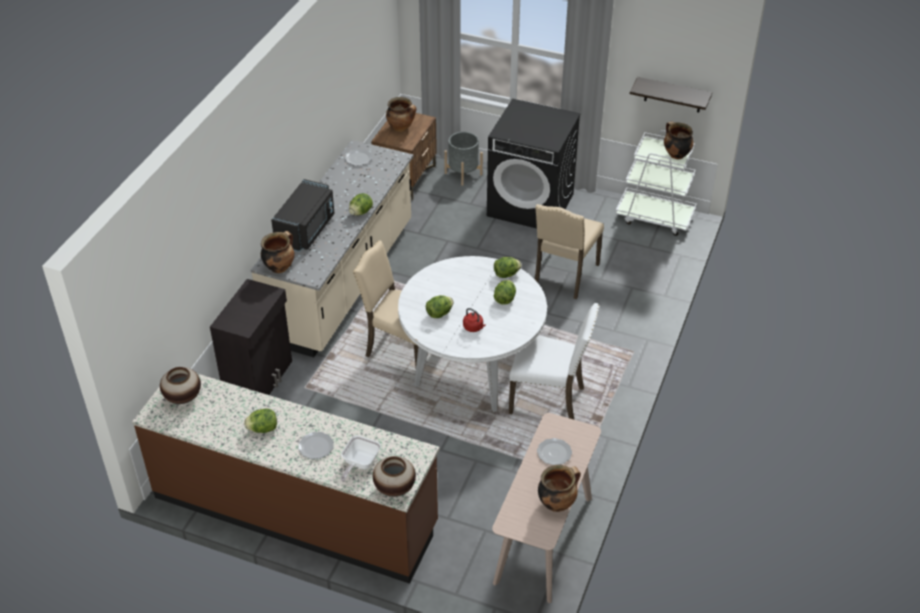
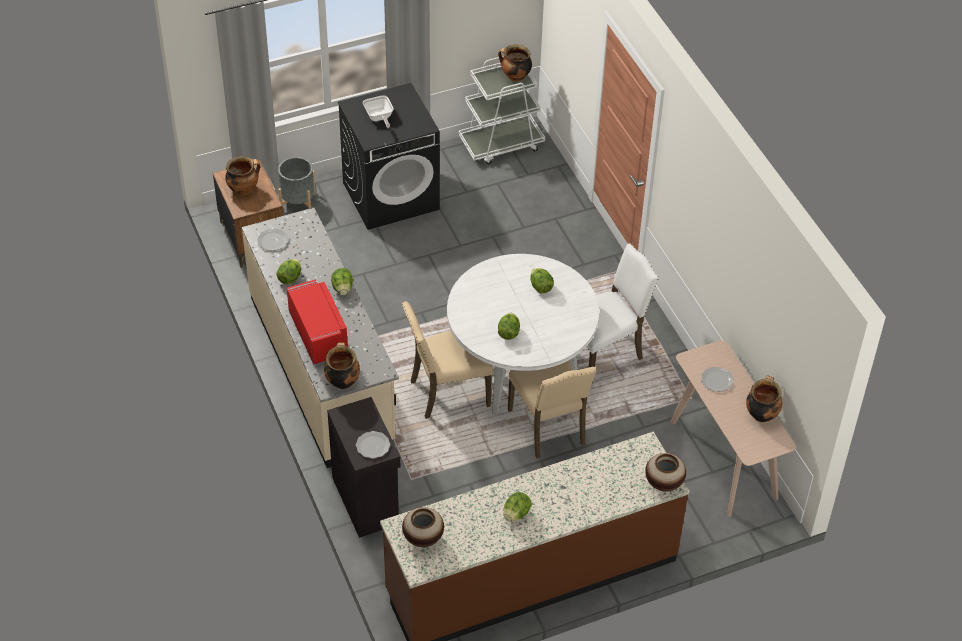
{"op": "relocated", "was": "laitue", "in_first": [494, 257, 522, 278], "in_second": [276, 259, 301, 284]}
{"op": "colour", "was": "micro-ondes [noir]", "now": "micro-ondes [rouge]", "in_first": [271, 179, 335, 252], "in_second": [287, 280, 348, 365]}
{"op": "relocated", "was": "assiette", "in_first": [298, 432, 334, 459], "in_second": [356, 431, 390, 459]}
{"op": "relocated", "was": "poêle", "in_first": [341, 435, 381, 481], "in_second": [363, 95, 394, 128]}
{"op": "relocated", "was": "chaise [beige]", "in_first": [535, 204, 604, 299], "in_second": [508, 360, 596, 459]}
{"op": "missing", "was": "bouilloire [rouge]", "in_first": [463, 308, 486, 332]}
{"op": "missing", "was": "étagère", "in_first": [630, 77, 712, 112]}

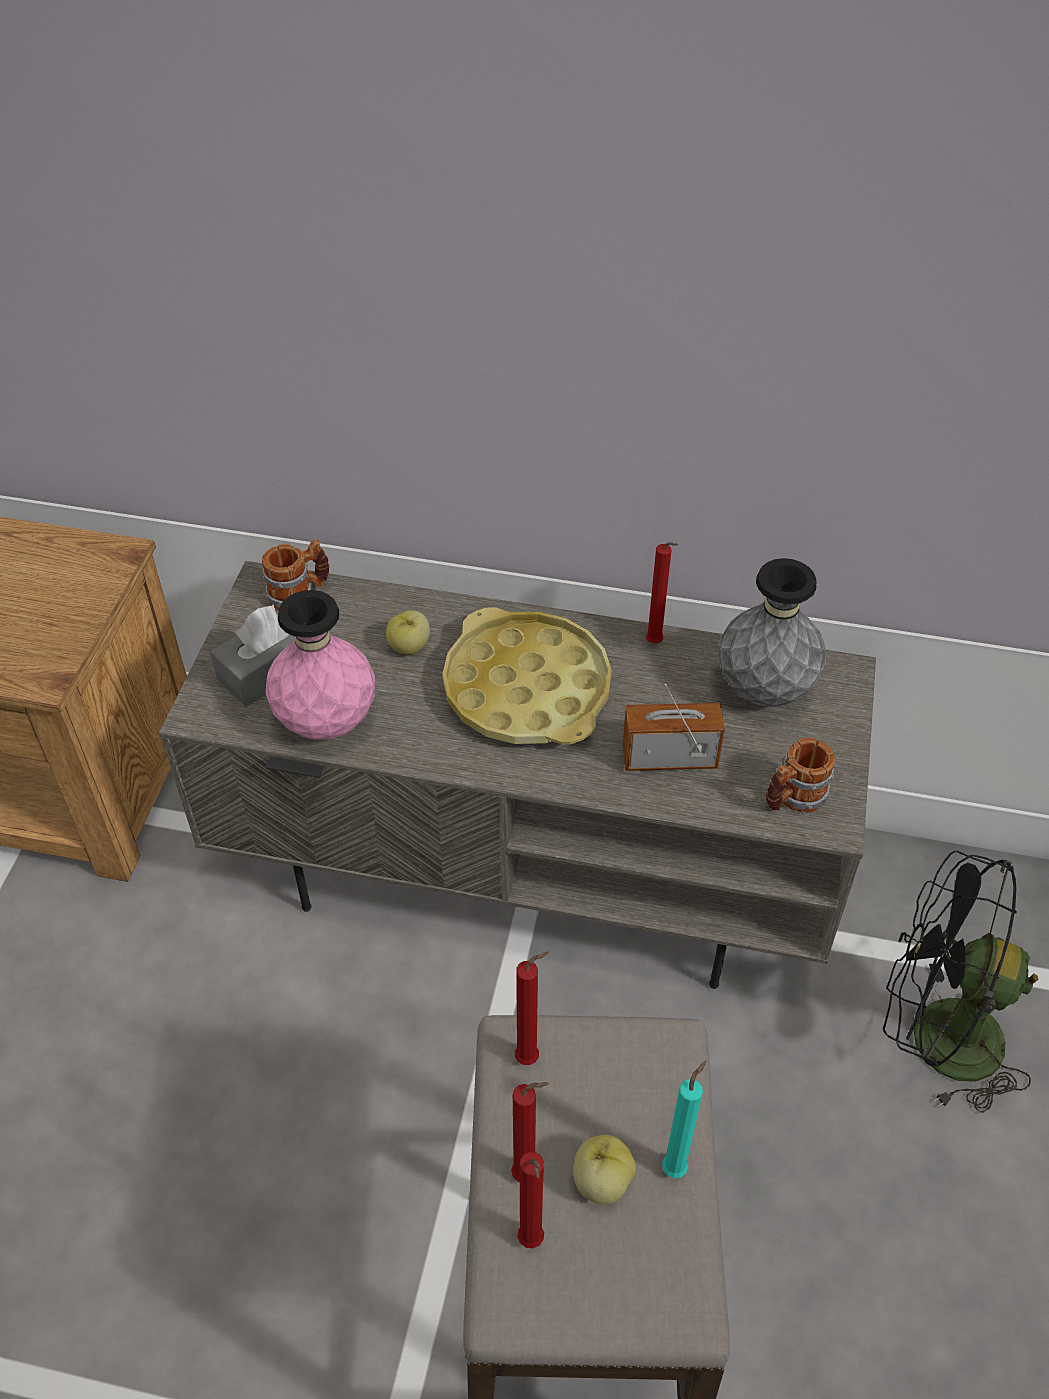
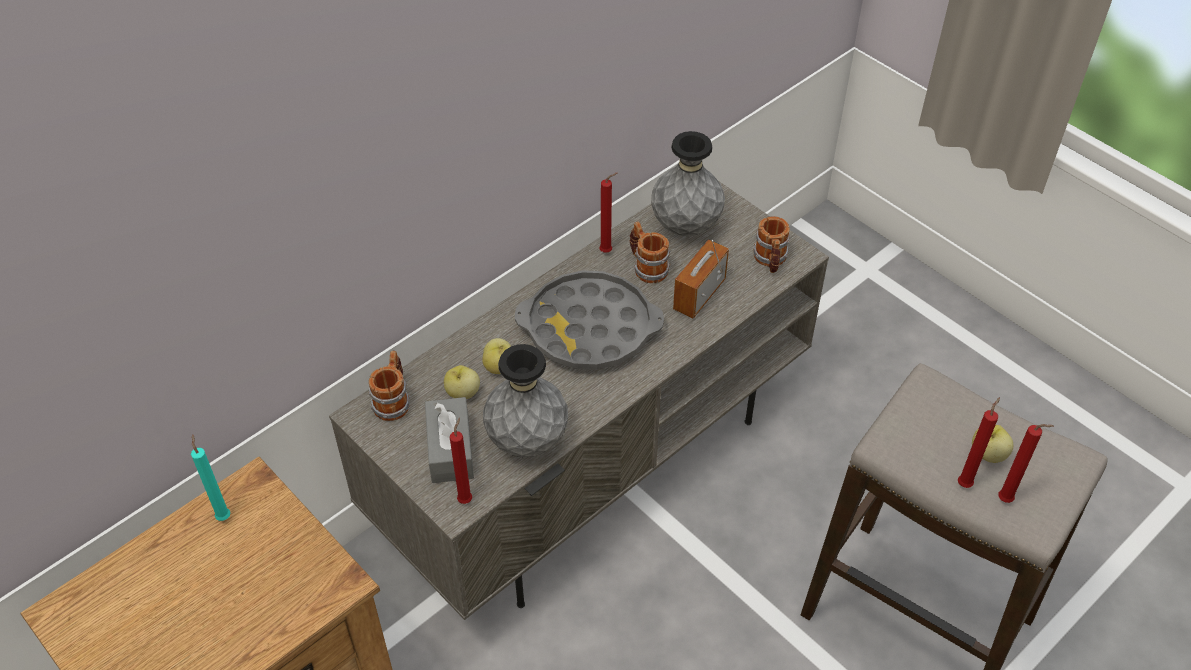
{"op": "relocated", "was": "bougie [turquoise]", "in_first": [662, 1061, 706, 1178], "in_second": [191, 434, 231, 521]}
{"op": "appeared", "now": "pomme", "in_second": [444, 365, 480, 399]}
{"op": "relocated", "was": "bougie [rouge]", "in_first": [515, 952, 549, 1065], "in_second": [450, 418, 472, 504]}
{"op": "colour", "was": "vase [rose]", "now": "vase [gris]", "in_first": [266, 590, 375, 740], "in_second": [483, 344, 568, 457]}
{"op": "colour", "was": "plateau [jaune]", "now": "plateau [gris]", "in_first": [442, 607, 612, 745], "in_second": [515, 270, 664, 370]}
{"op": "appeared", "now": "mug", "in_second": [630, 221, 670, 283]}
{"op": "missing", "was": "ventilateur [noir]", "in_first": [883, 850, 1038, 1113]}

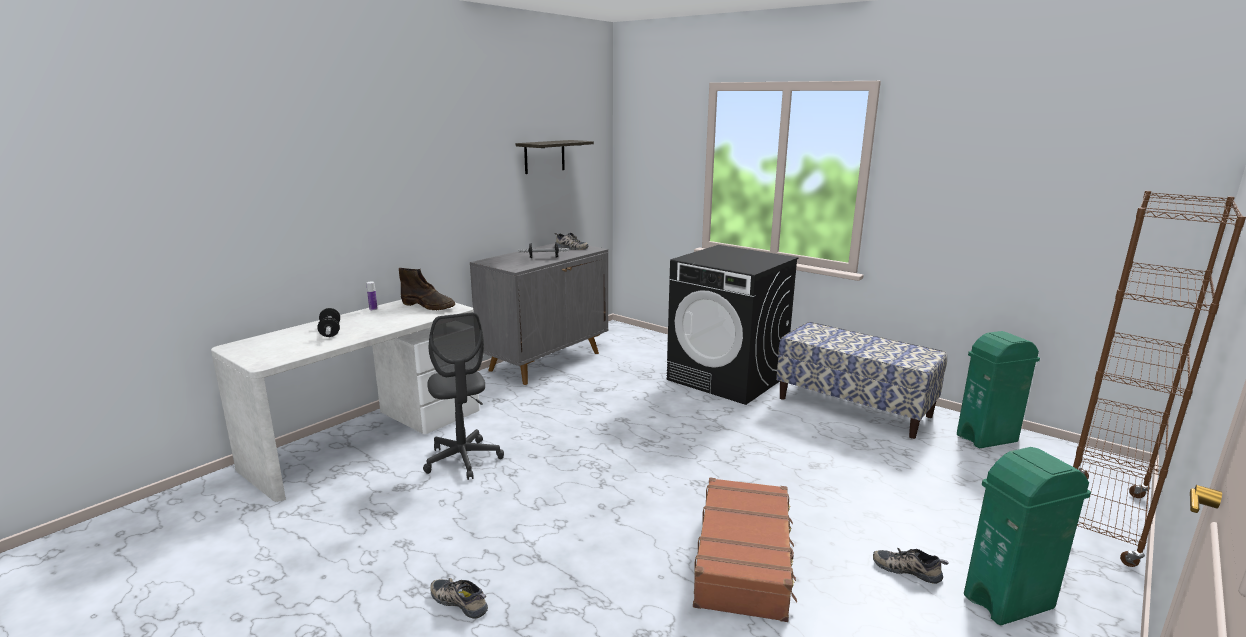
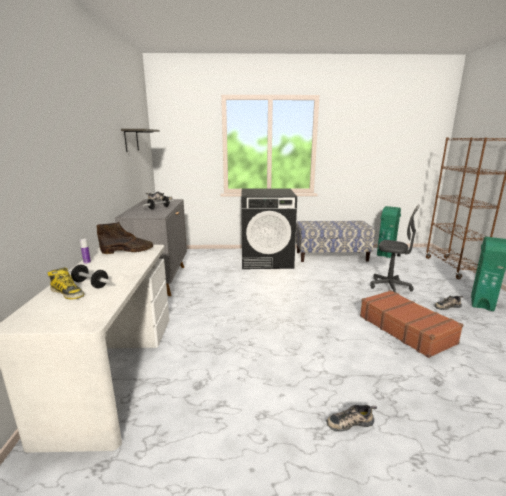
{"op": "appeared", "now": "botte", "in_second": [47, 267, 84, 299]}
{"op": "relocated", "was": "chaise de bureau [gris]", "in_first": [423, 312, 504, 480], "in_second": [370, 204, 420, 293]}

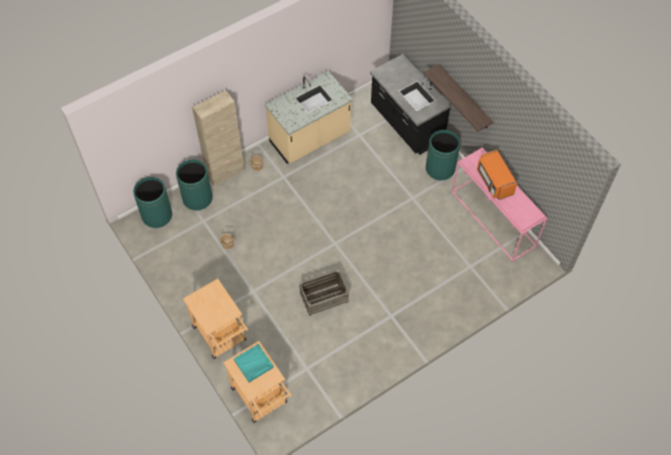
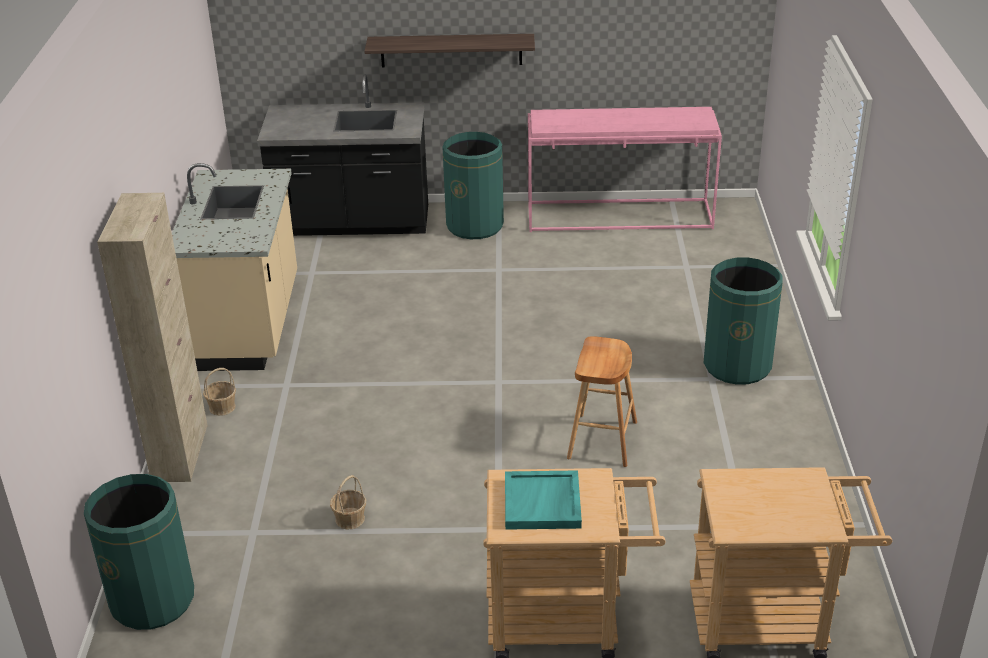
{"op": "relocated", "was": "plateau [turquoise]", "in_first": [234, 344, 274, 382], "in_second": [505, 470, 582, 530]}
{"op": "exchanged", "was": "caisse", "now": "tabouret [marron]", "in_first": [299, 270, 349, 316], "in_second": [567, 336, 637, 467]}
{"op": "relocated", "was": "poubelle [vert]", "in_first": [176, 159, 213, 211], "in_second": [704, 257, 783, 385]}
{"op": "missing", "was": "micro-ondes [orange]", "in_first": [477, 150, 517, 200]}

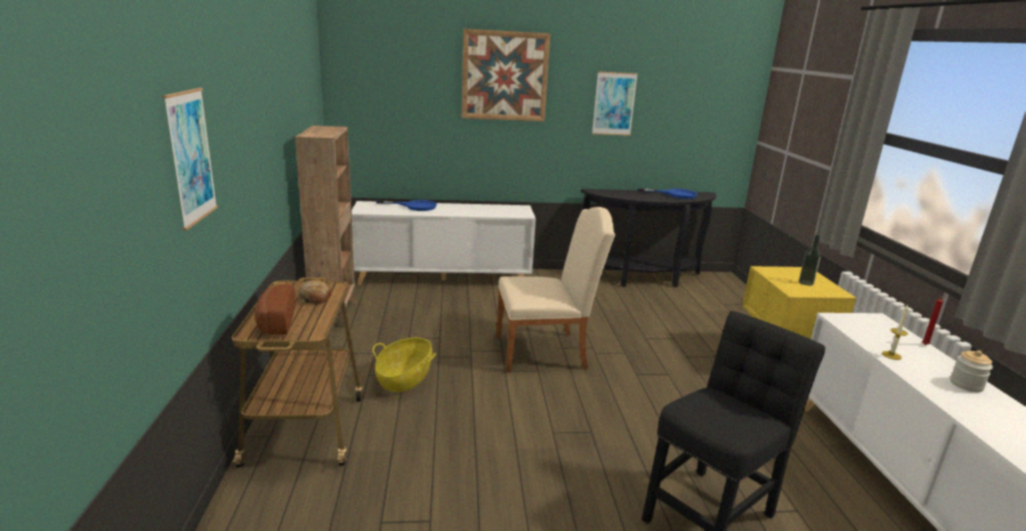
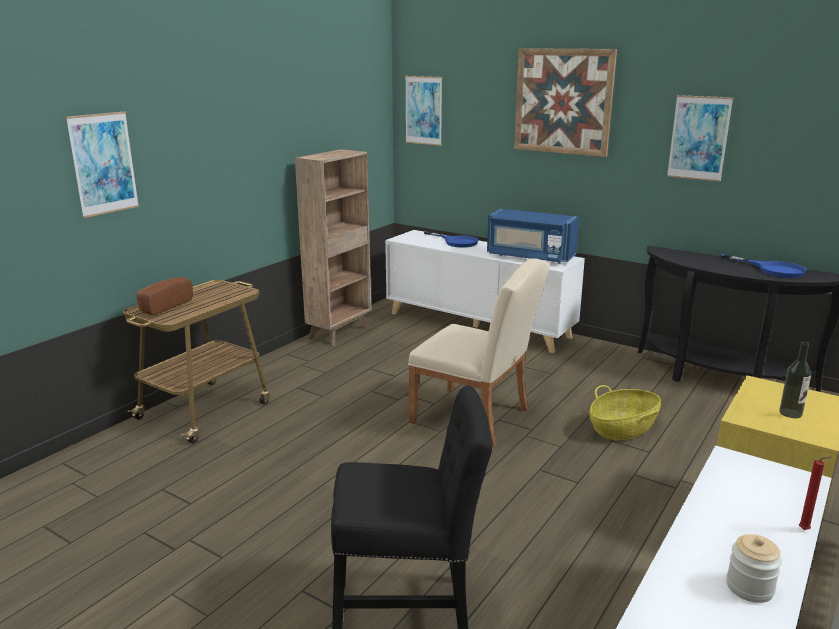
{"op": "appeared", "now": "tableau", "in_second": [405, 76, 442, 146]}
{"op": "appeared", "now": "micro-ondes [bleu]", "in_second": [487, 209, 579, 264]}
{"op": "relocated", "was": "panier", "in_first": [372, 338, 436, 392], "in_second": [589, 385, 661, 440]}
{"op": "missing", "was": "pain", "in_first": [298, 280, 331, 304]}
{"op": "missing", "was": "bougie", "in_first": [882, 305, 909, 360]}

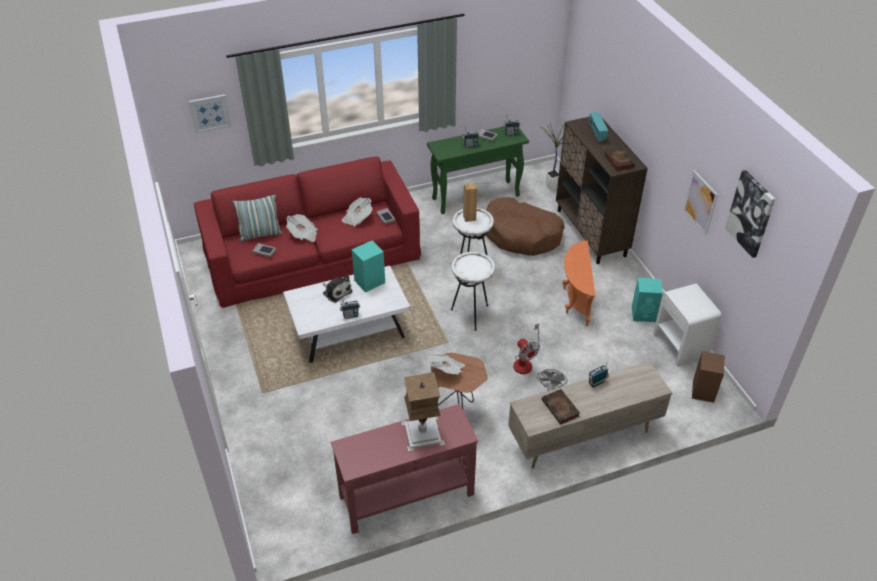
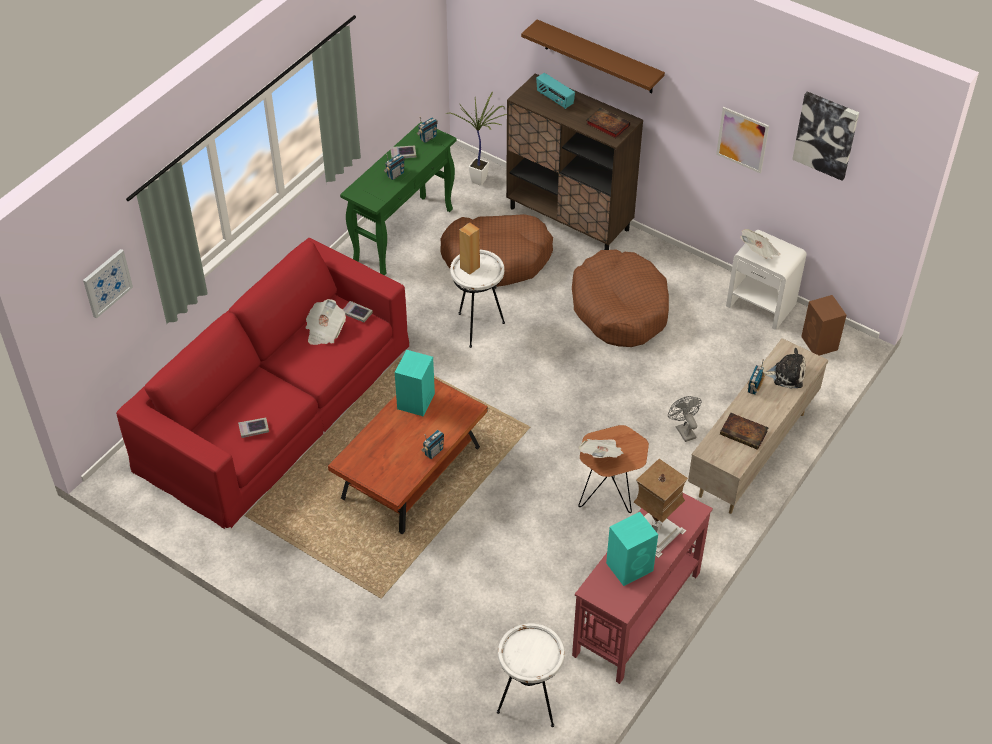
{"op": "colour", "was": "table basse [blanc]", "now": "table basse [marron]", "in_first": [283, 266, 410, 363], "in_second": [328, 378, 488, 534]}
{"op": "relocated", "was": "table d'appoint [blanc]", "in_first": [451, 252, 495, 331], "in_second": [497, 623, 565, 727]}
{"op": "appeared", "now": "étagère [marron]", "in_second": [521, 20, 665, 94]}
{"op": "exchanged", "was": "table d'appoint [orange]", "now": "panier pour chien [marron]", "in_first": [562, 240, 596, 327], "in_second": [572, 249, 669, 347]}
{"op": "relocated", "was": "enceinte [turquoise]", "in_first": [632, 278, 663, 322], "in_second": [606, 512, 658, 586]}
{"op": "relocated", "was": "journal", "in_first": [286, 214, 318, 242], "in_second": [740, 229, 781, 259]}
{"op": "relocated", "was": "peluche", "in_first": [322, 275, 352, 303], "in_second": [763, 348, 806, 389]}
{"op": "missing", "was": "coussin", "in_first": [232, 194, 282, 242]}
{"op": "missing", "was": "ventilateur", "in_first": [513, 324, 540, 374]}

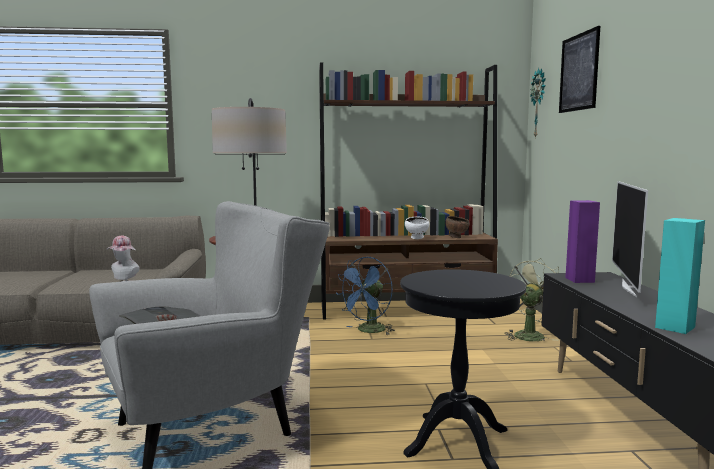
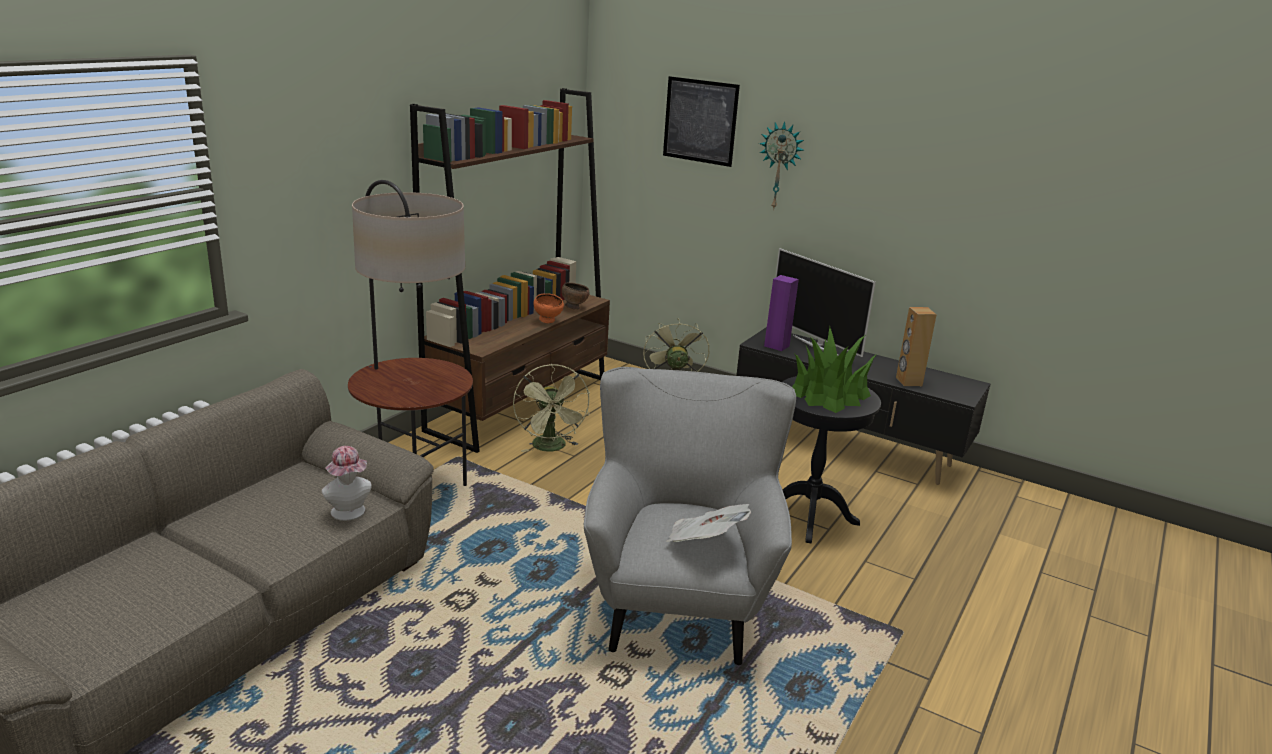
{"op": "colour", "was": "ventilateur [bleu]", "now": "ventilateur [vert]", "in_first": [337, 257, 395, 335], "in_second": [513, 364, 590, 452]}
{"op": "colour", "was": "bol [blanc]", "now": "bol [orange]", "in_first": [405, 217, 429, 239], "in_second": [534, 293, 564, 323]}
{"op": "relocated", "was": "horloge murale", "in_first": [530, 68, 546, 139], "in_second": [759, 121, 804, 210]}
{"op": "appeared", "now": "plante en pot", "in_second": [792, 326, 877, 413]}
{"op": "colour", "was": "enceinte [turquoise]", "now": "enceinte [marron]", "in_first": [655, 218, 705, 334], "in_second": [896, 307, 937, 386]}

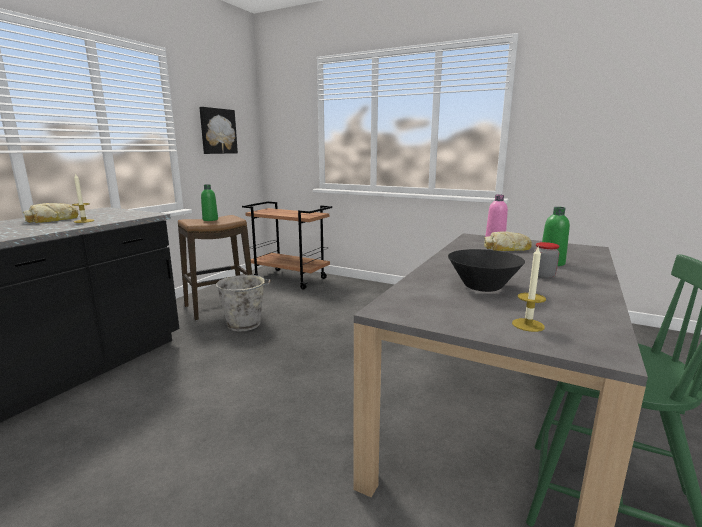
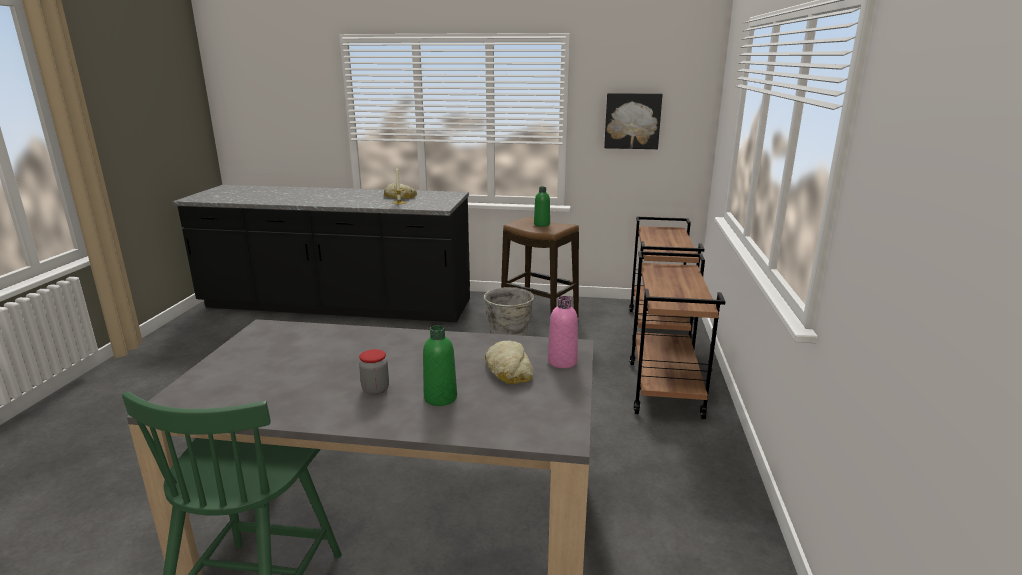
{"op": "appeared", "now": "chariot [marron]", "in_second": [630, 251, 726, 419]}
{"op": "missing", "was": "bol [noir]", "in_first": [448, 249, 525, 292]}
{"op": "missing", "was": "bougie", "in_first": [512, 245, 546, 332]}

